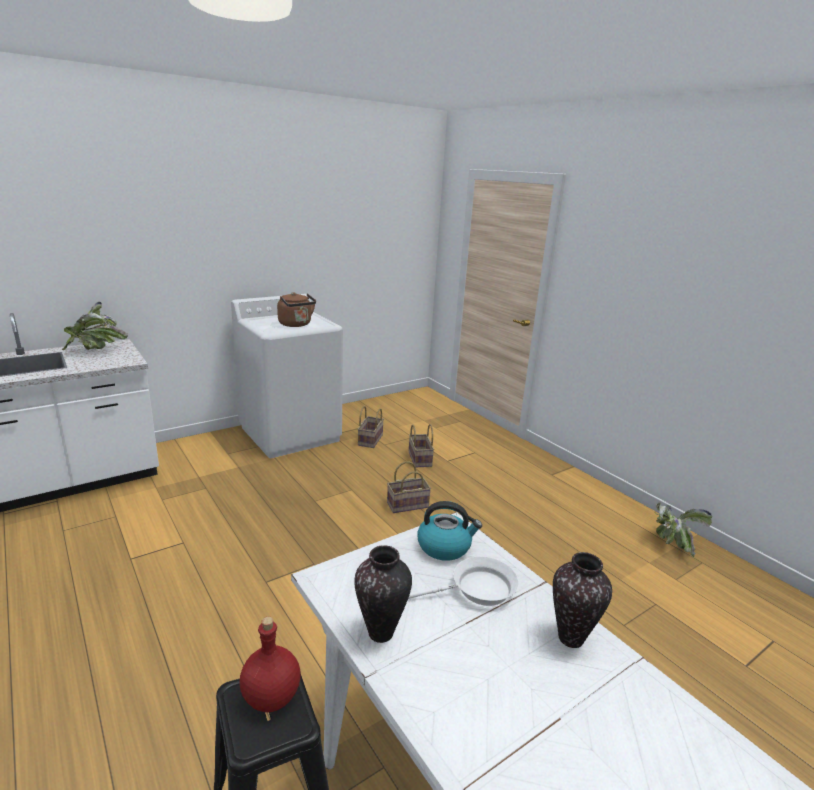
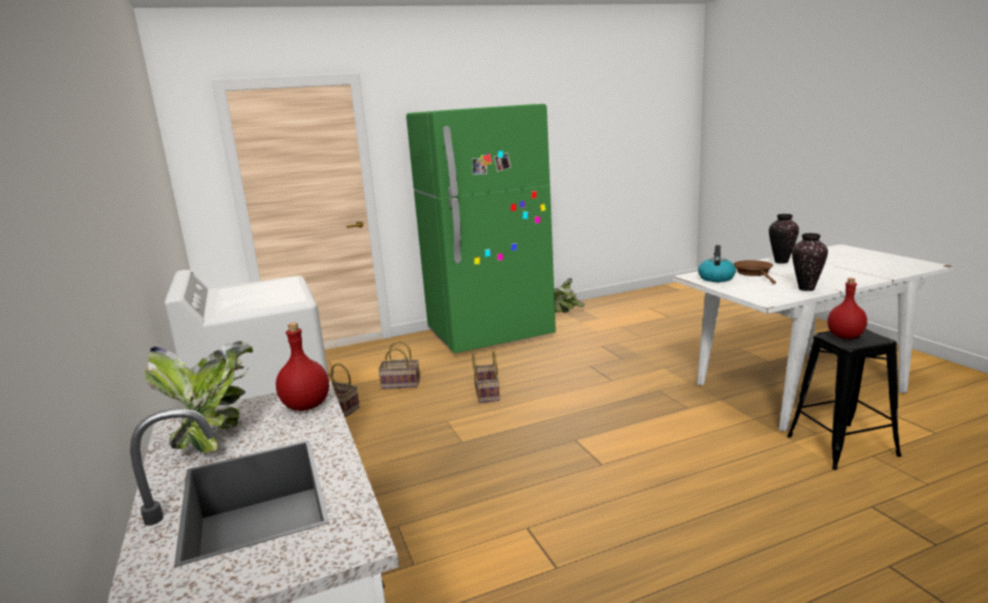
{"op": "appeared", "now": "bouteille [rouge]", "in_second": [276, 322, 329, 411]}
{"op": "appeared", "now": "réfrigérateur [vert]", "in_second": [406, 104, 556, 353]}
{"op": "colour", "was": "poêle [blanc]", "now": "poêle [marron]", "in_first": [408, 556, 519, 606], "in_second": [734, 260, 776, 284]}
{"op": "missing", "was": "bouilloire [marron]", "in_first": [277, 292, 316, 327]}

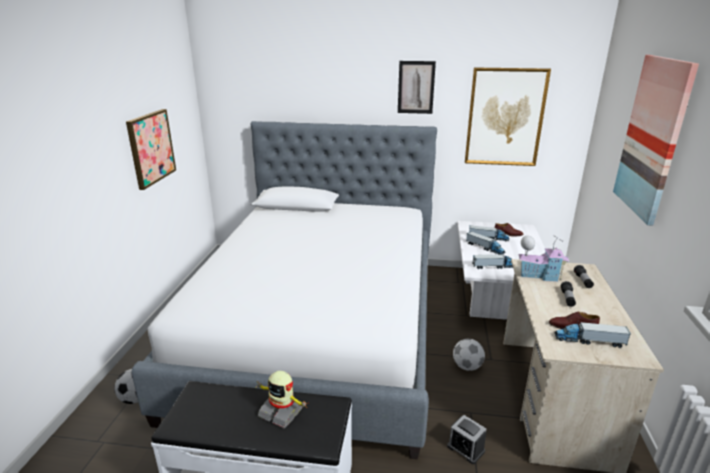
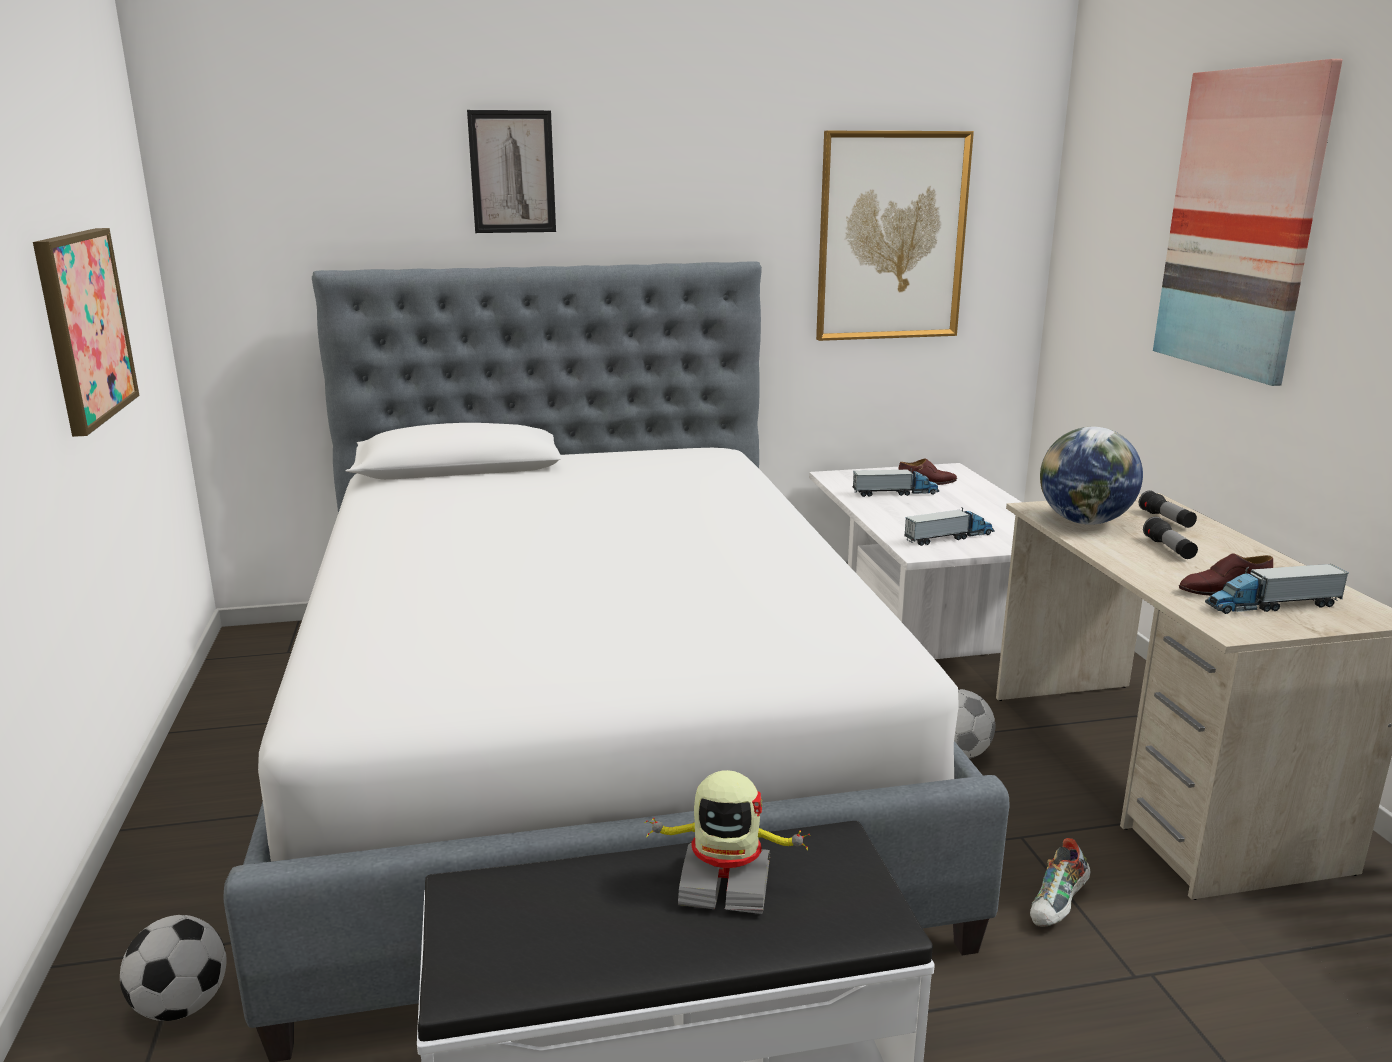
{"op": "relocated", "was": "tableau", "in_first": [398, 61, 436, 114], "in_second": [467, 110, 556, 233]}
{"op": "exchanged", "was": "réveil", "now": "chaussure", "in_first": [447, 415, 487, 464], "in_second": [1030, 838, 1091, 927]}
{"op": "exchanged", "was": "maison miniature", "now": "globe", "in_first": [519, 235, 570, 282], "in_second": [1040, 427, 1143, 525]}
{"op": "missing", "was": "camion jouet", "in_first": [466, 231, 505, 255]}

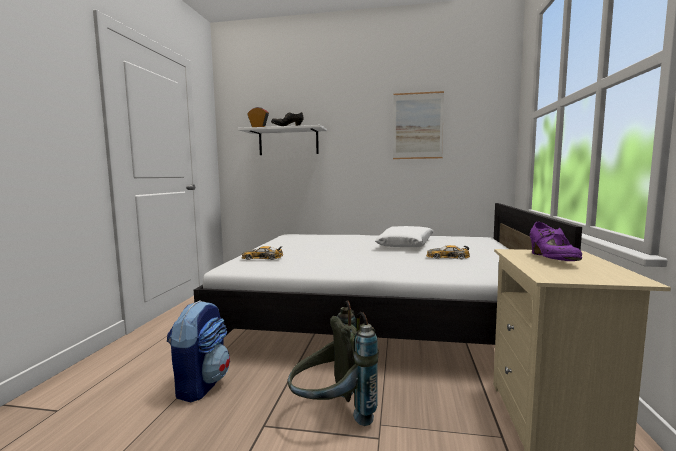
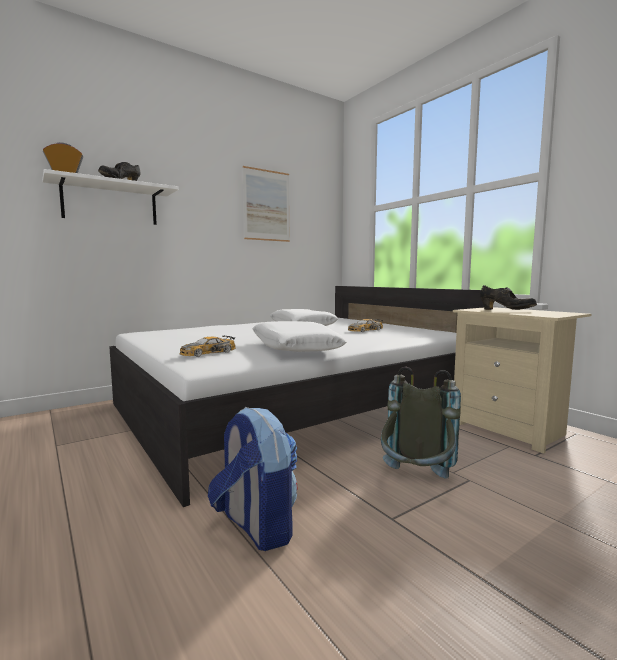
{"op": "appeared", "now": "coussin [blanc]", "in_second": [252, 321, 346, 352]}
{"op": "colour", "was": "chaussure [violet]", "now": "chaussure [noir]", "in_first": [530, 222, 582, 261], "in_second": [480, 285, 537, 310]}

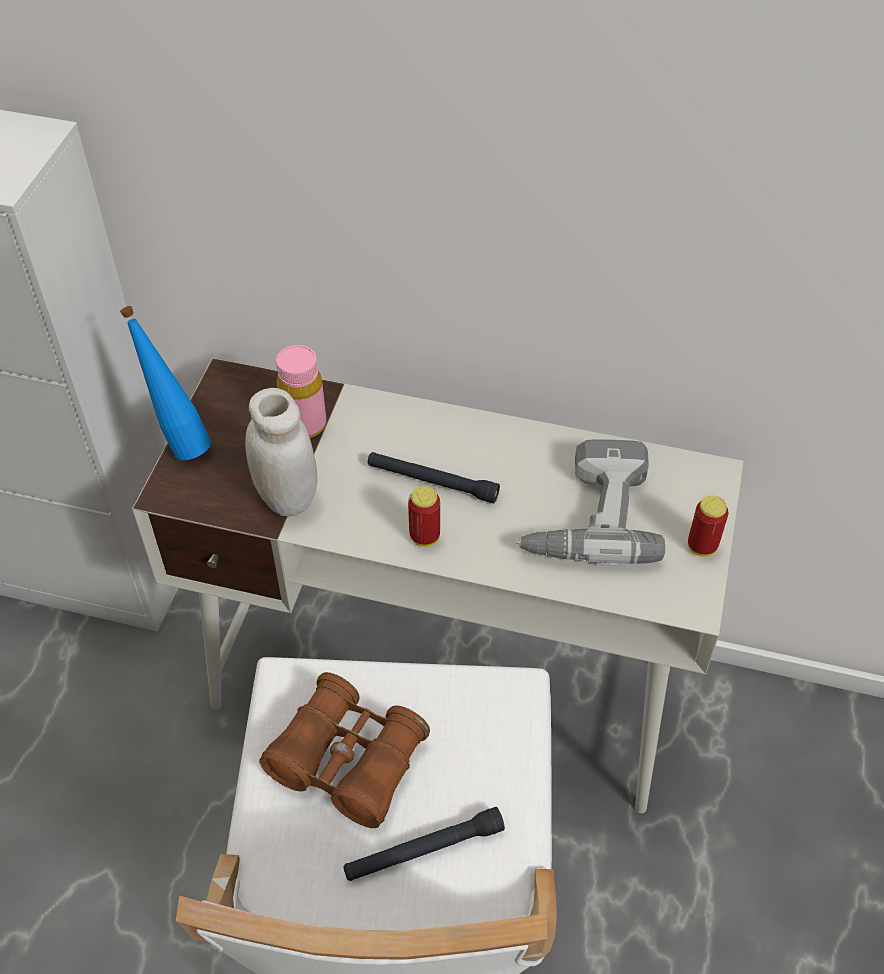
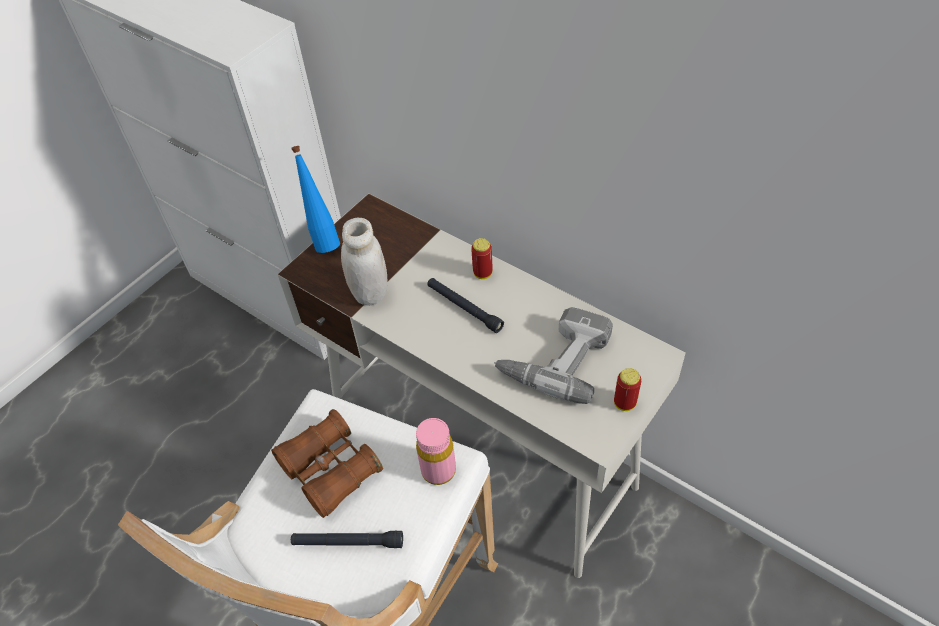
{"op": "relocated", "was": "bouteille [rose]", "in_first": [276, 345, 326, 438], "in_second": [416, 418, 456, 485]}
{"op": "relocated", "was": "boîte métallique", "in_first": [408, 486, 440, 547], "in_second": [471, 238, 493, 279]}

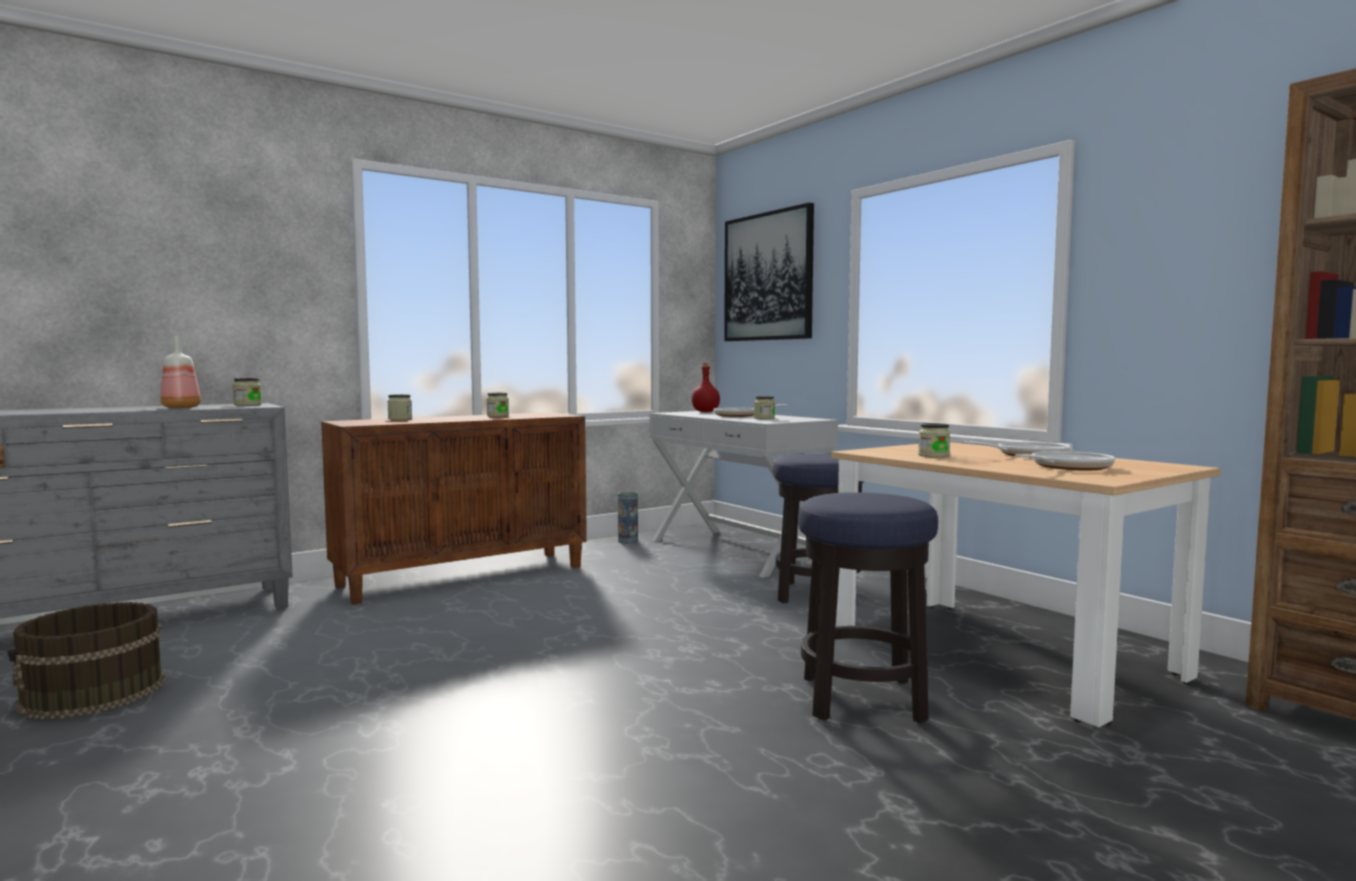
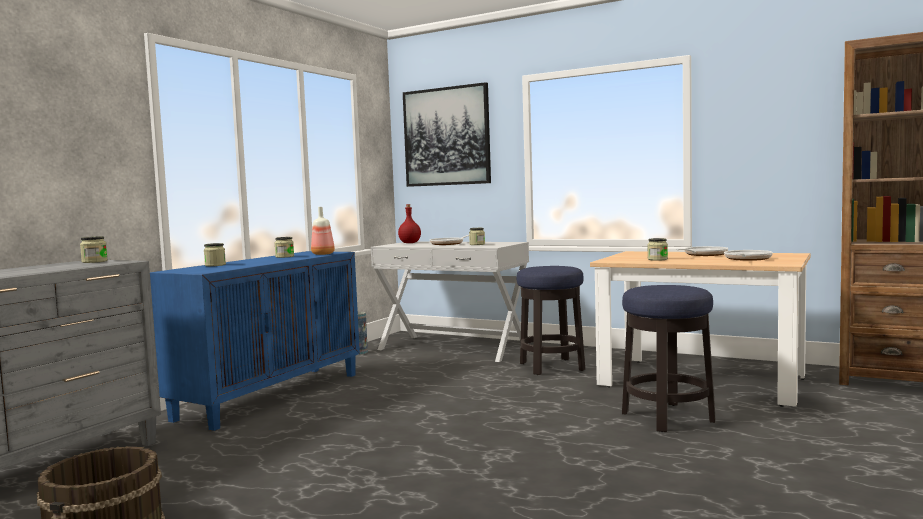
{"op": "colour", "was": "meuble de rangement [marron]", "now": "meuble de rangement [bleu]", "in_first": [321, 412, 587, 605], "in_second": [150, 251, 360, 431]}
{"op": "relocated", "was": "bouteille", "in_first": [160, 337, 201, 408], "in_second": [311, 207, 335, 255]}

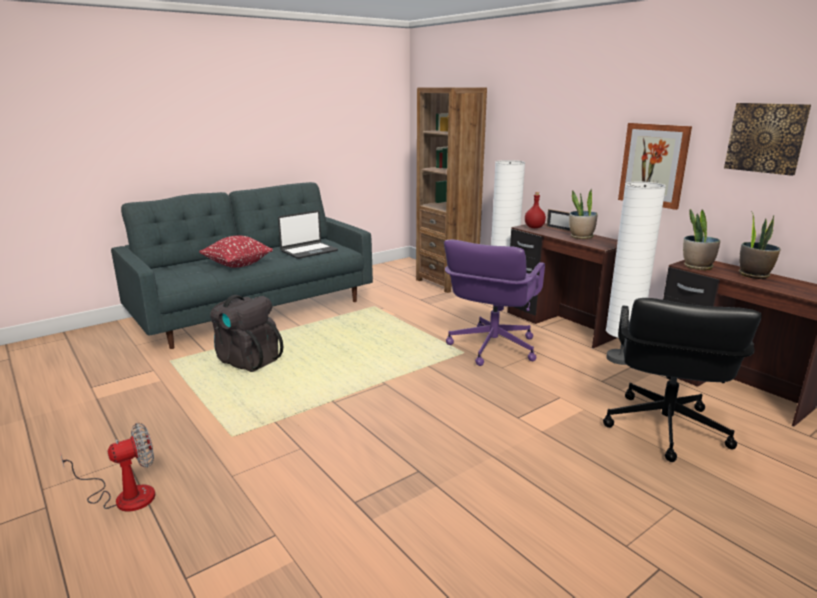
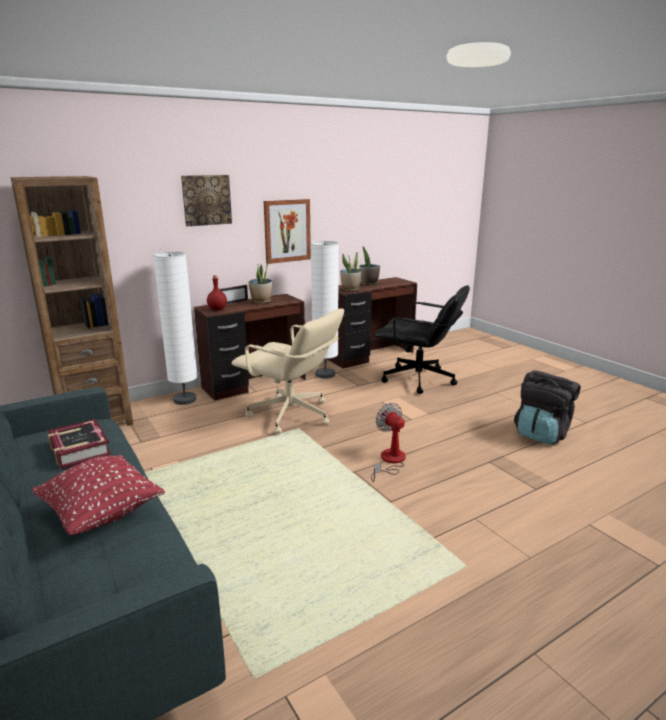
{"op": "exchanged", "was": "ordinateur portable", "now": "livre", "in_first": [278, 210, 338, 259], "in_second": [48, 419, 111, 469]}
{"op": "relocated", "was": "tableau", "in_first": [724, 103, 811, 176], "in_second": [181, 175, 232, 226]}
{"op": "colour", "was": "chaise de bureau [violet]", "now": "chaise de bureau [beige]", "in_first": [444, 240, 545, 366], "in_second": [232, 308, 344, 434]}
{"op": "relocated", "was": "ventilateur", "in_first": [60, 423, 155, 512], "in_second": [371, 403, 406, 482]}
{"op": "relocated", "was": "sac à dos [noir]", "in_first": [210, 295, 283, 372], "in_second": [514, 370, 580, 445]}

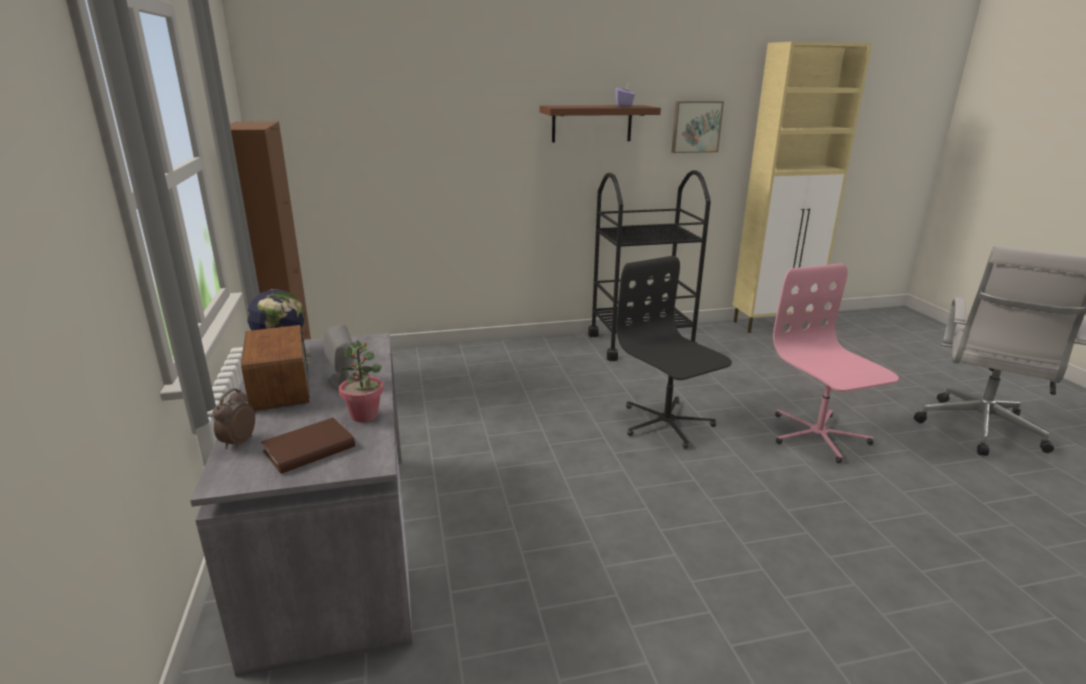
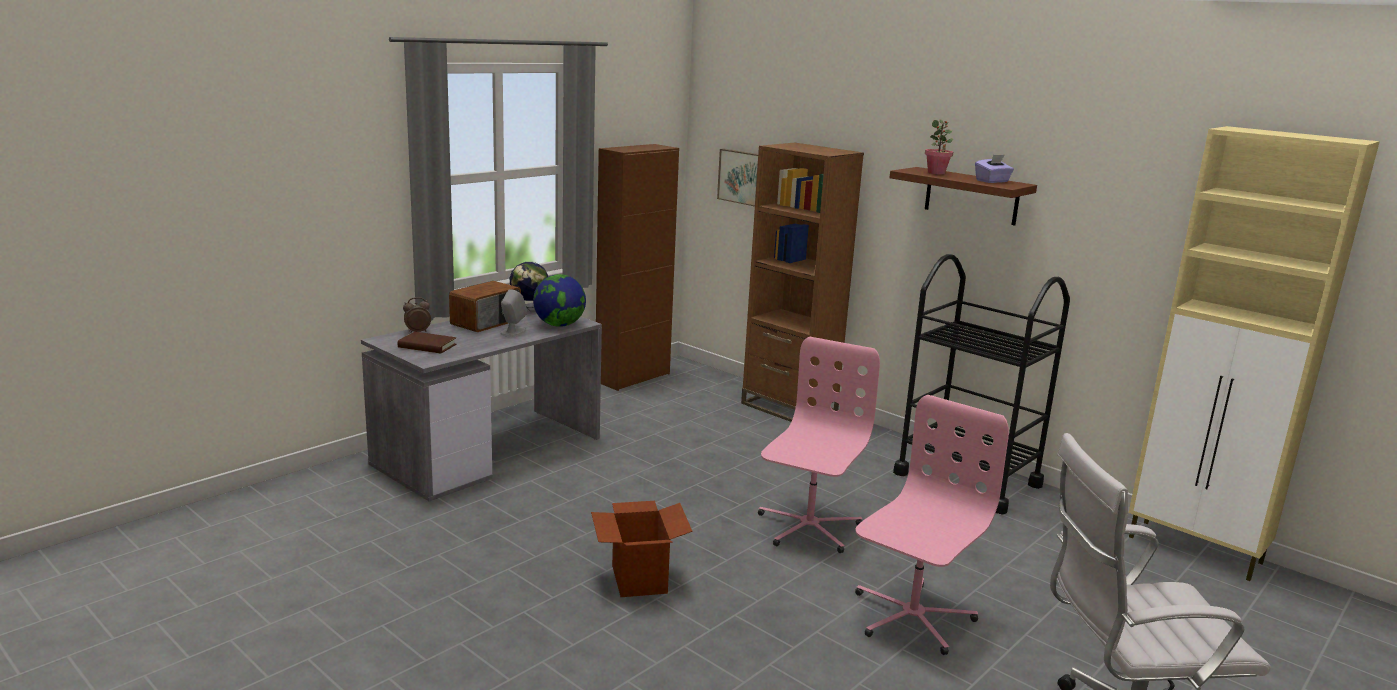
{"op": "appeared", "now": "globe", "in_second": [533, 274, 586, 327]}
{"op": "appeared", "now": "carton", "in_second": [591, 501, 693, 597]}
{"op": "relocated", "was": "tableau", "in_first": [671, 101, 724, 153], "in_second": [717, 148, 758, 207]}
{"op": "appeared", "now": "bibliothèque [marron]", "in_second": [741, 143, 864, 422]}
{"op": "colour", "was": "chaise de bureau [noir]", "now": "chaise de bureau [rose]", "in_first": [616, 255, 732, 449], "in_second": [758, 337, 880, 553]}
{"op": "relocated", "was": "plante en pot", "in_first": [338, 340, 384, 422], "in_second": [925, 119, 953, 175]}

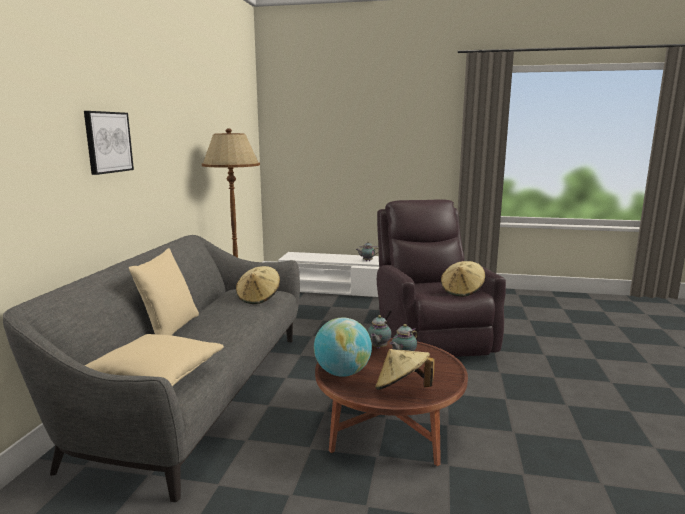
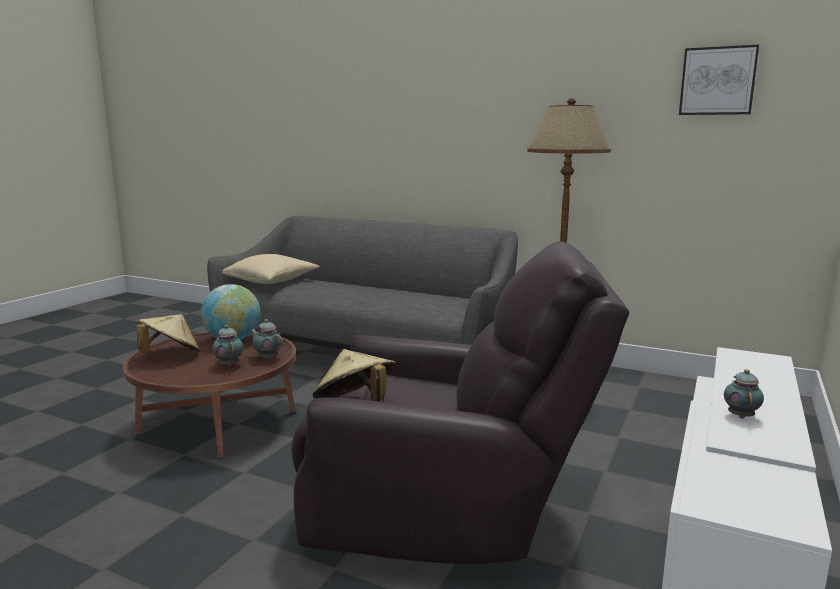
{"op": "relocated", "was": "tableau", "in_first": [84, 111, 134, 175], "in_second": [679, 45, 759, 115]}
{"op": "missing", "was": "coussin [beige]", "in_first": [129, 248, 199, 335]}
{"op": "missing", "was": "chapeau [beige]", "in_first": [236, 266, 280, 304]}

